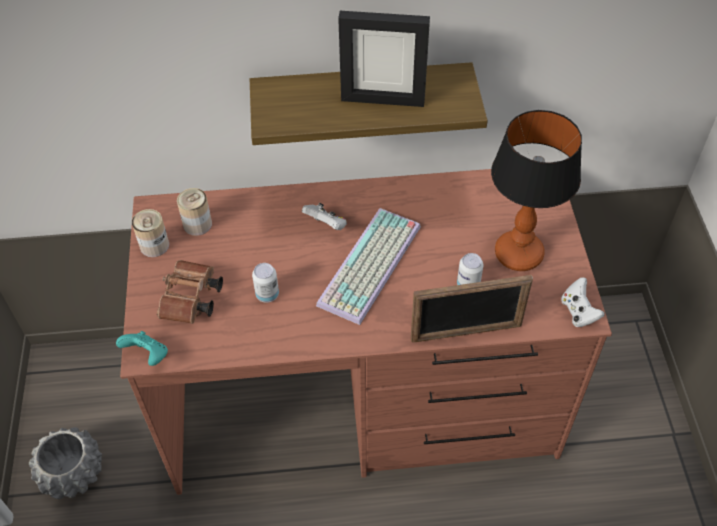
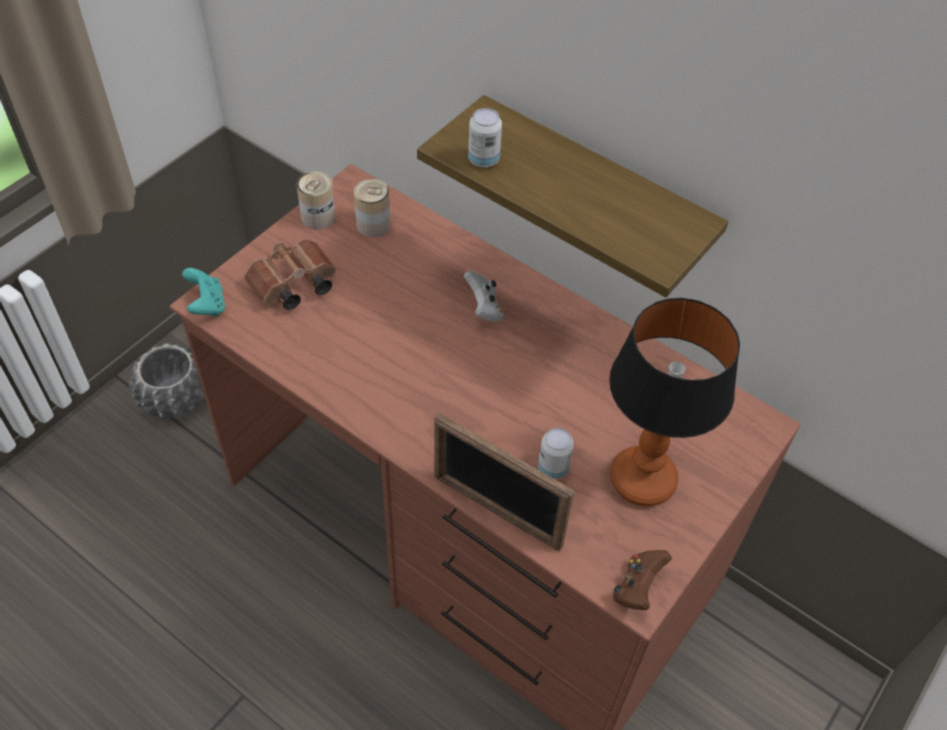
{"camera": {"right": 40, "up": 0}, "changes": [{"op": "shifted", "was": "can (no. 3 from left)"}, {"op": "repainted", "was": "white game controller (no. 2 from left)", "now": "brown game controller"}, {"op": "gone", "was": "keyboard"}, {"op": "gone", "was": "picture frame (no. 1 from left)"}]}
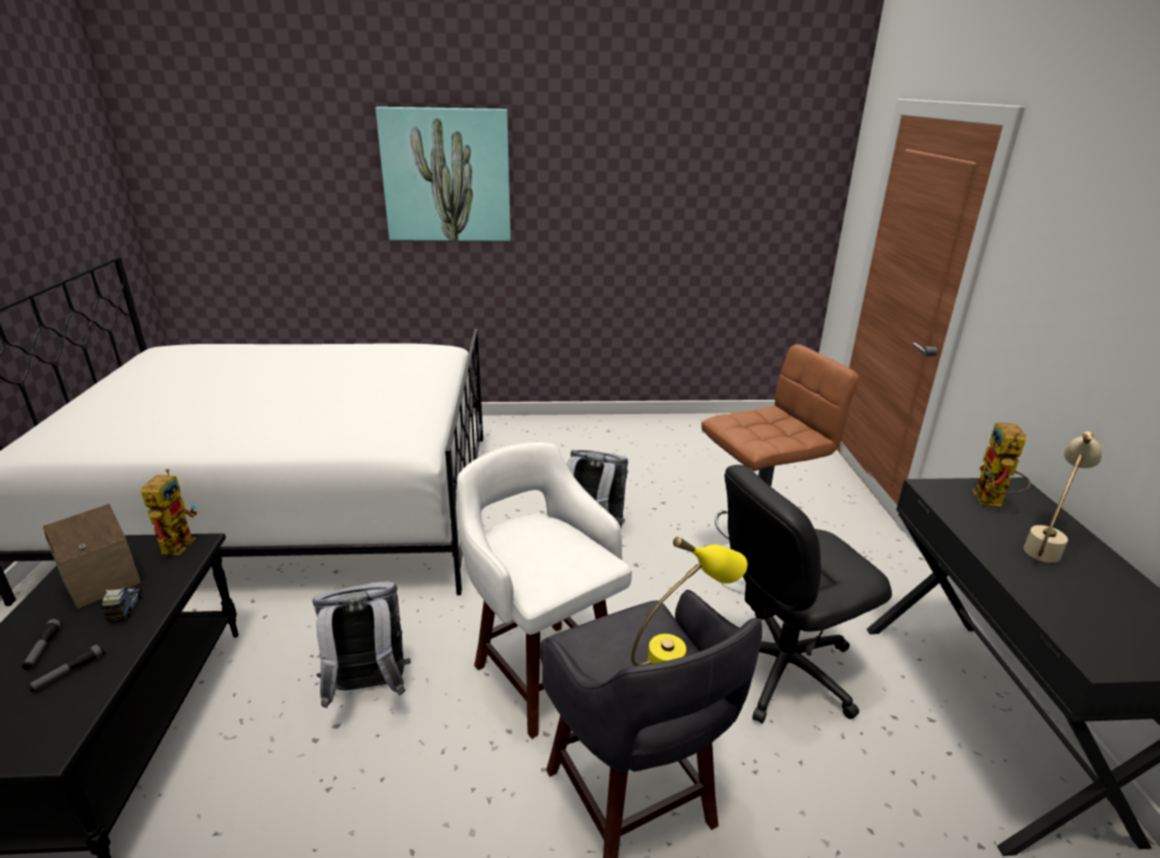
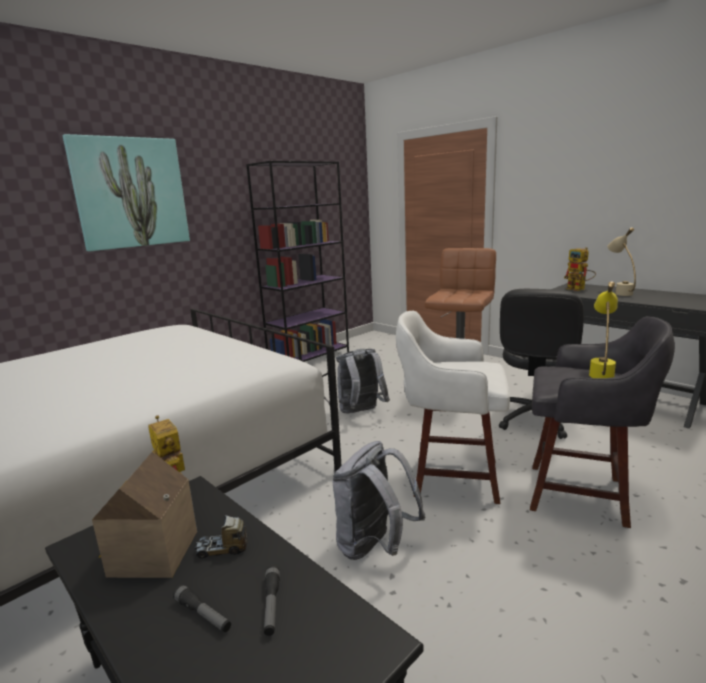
{"camera": {"right": -40, "up": -10}, "changes": [{"op": "rotated", "was": "toy truck", "clockwise": -45}, {"op": "new", "now": "purple bookcase"}]}
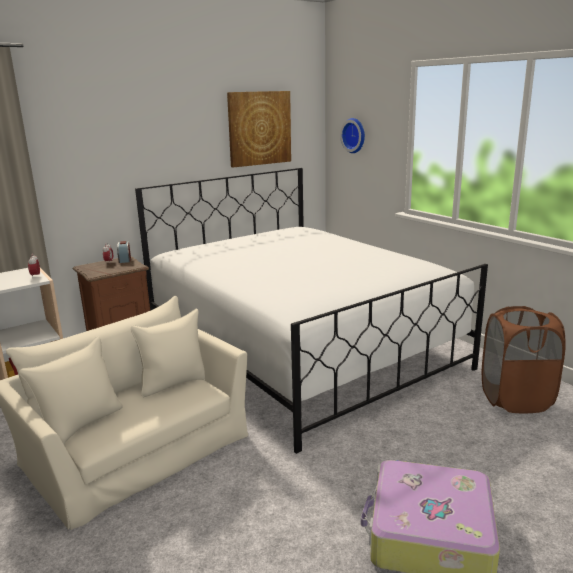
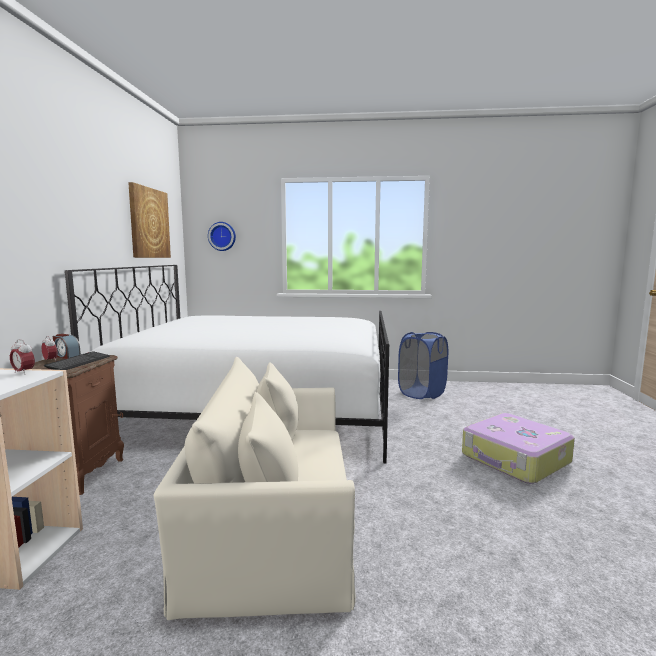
{"camera": {"right": -50, "up": -10}, "changes": [{"op": "new", "now": "keyboard"}, {"op": "repainted", "was": "brown laundry basket", "now": "blue laundry basket"}]}
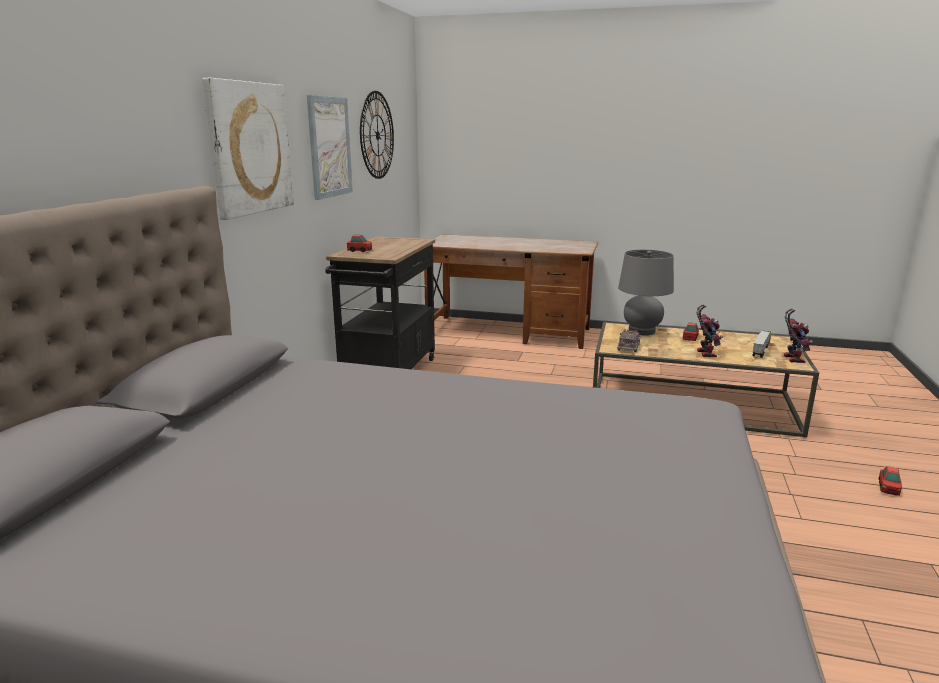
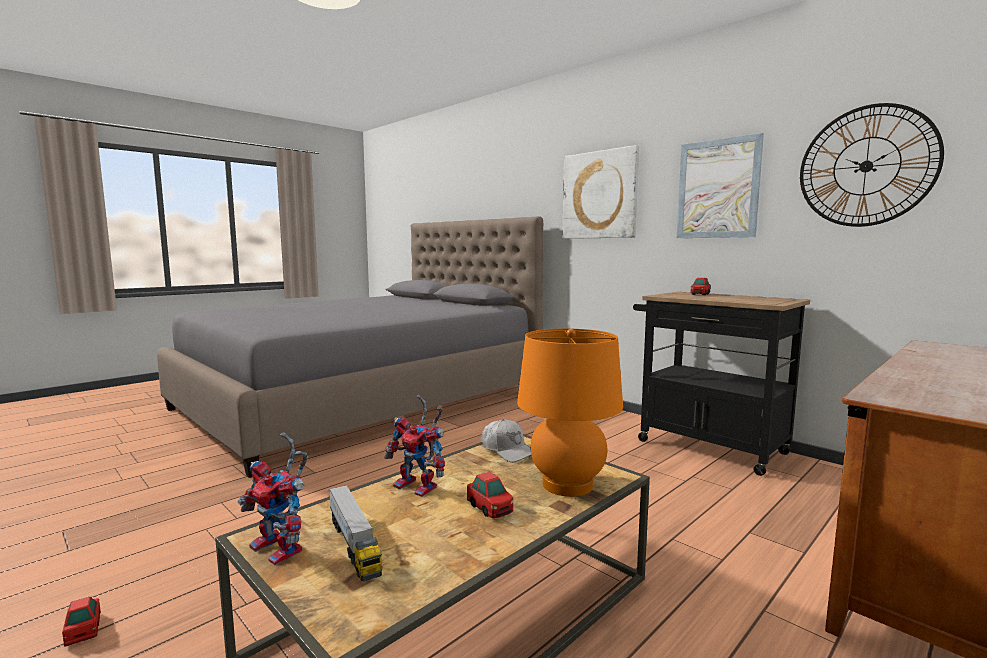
{"camera": {"right": 120, "up": -10}, "changes": [{"op": "swapped", "was": "toy truck (no. 1 from left)", "now": "white cap"}, {"op": "repainted", "was": "grey table lamp", "now": "orange table lamp"}]}
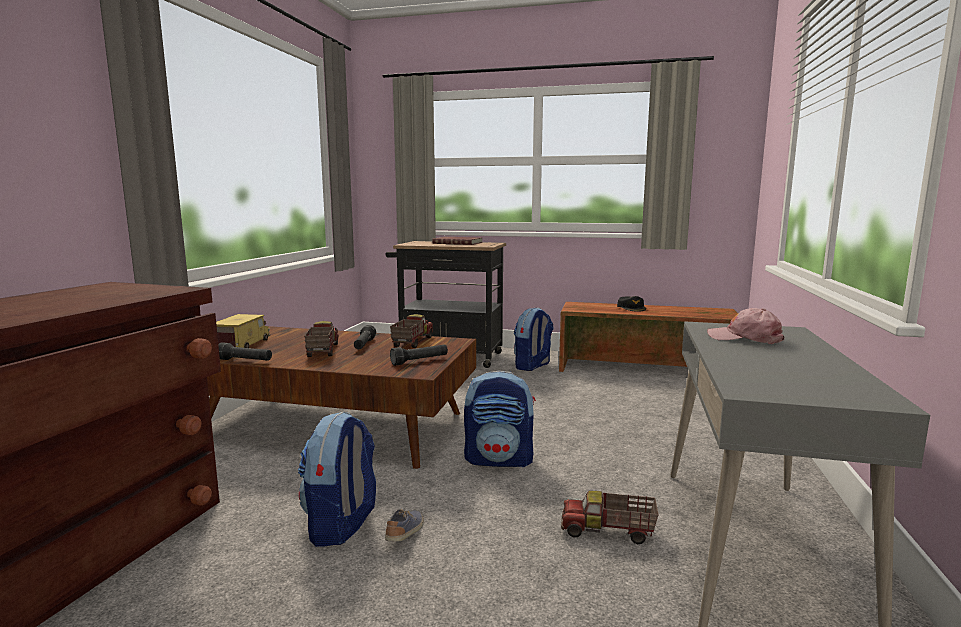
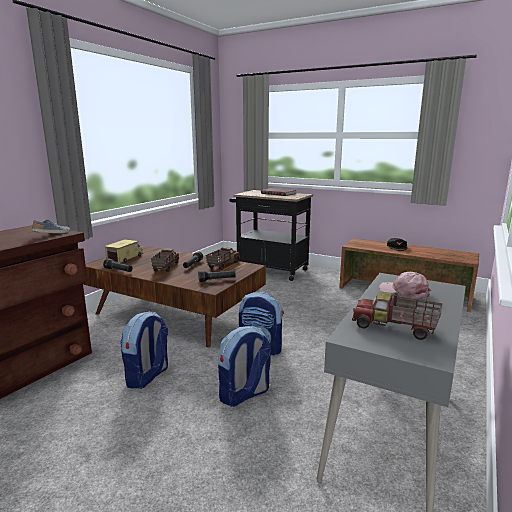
{"camera": {"right": 15, "up": 5}, "changes": [{"op": "shifted", "was": "shoe"}, {"op": "shifted", "was": "backpack (no. 3 from left in the first image)", "now": "backpack (no. 2 from left)"}, {"op": "shifted", "was": "toy truck (no. 4 from left)"}]}
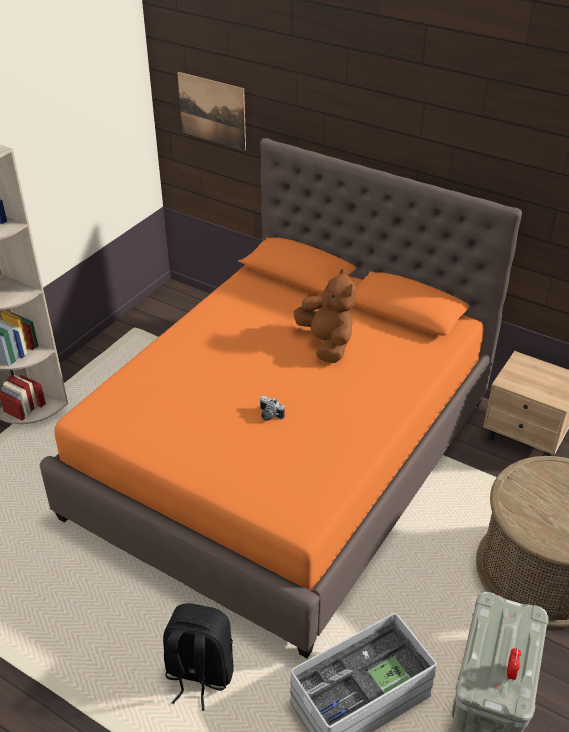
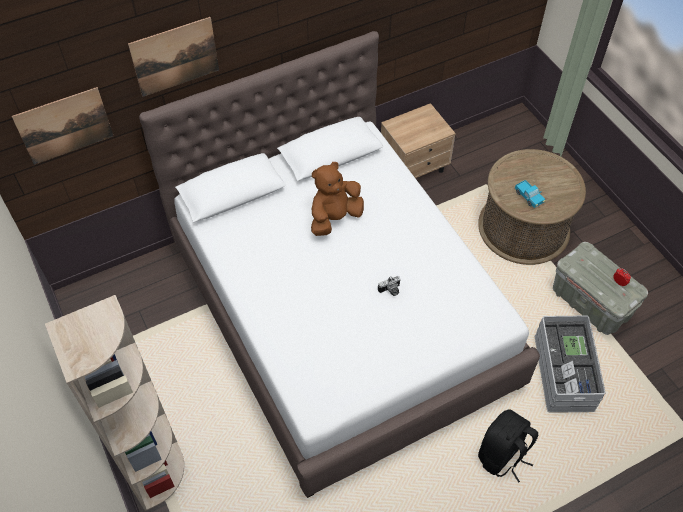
{"camera": {"right": -60, "up": 15}, "changes": [{"op": "new", "now": "picture (no. 2 from left)"}, {"op": "repainted", "was": "orange bed", "now": "white bed"}, {"op": "rotated", "was": "brown plush toy", "clockwise": -45}, {"op": "new", "now": "toy truck"}]}
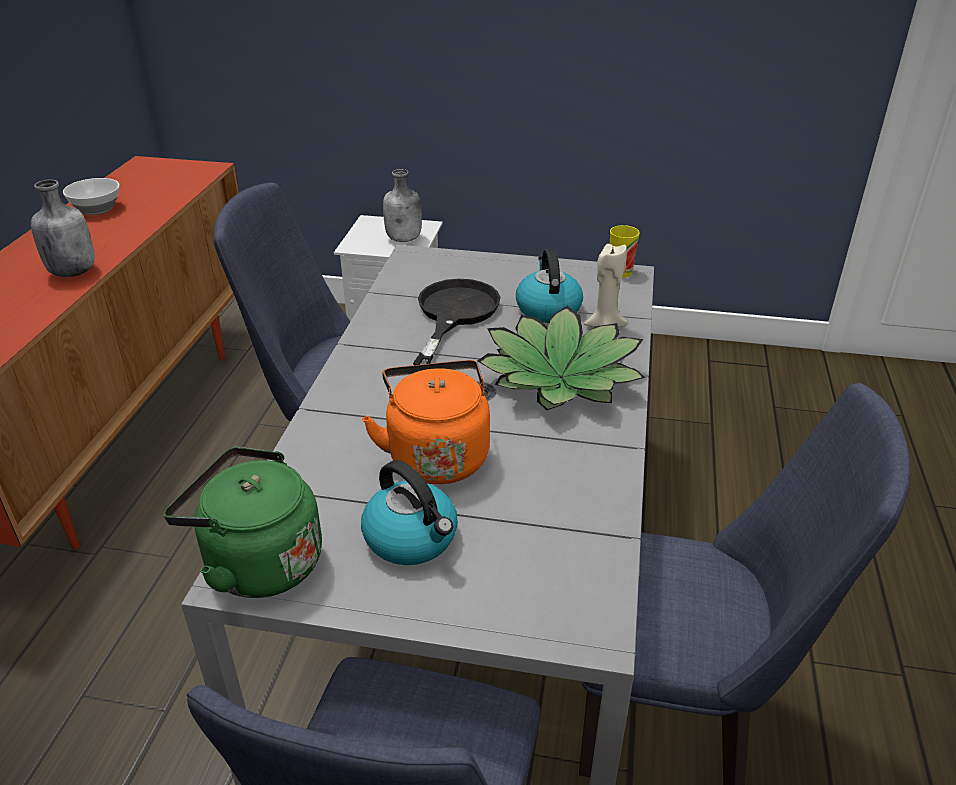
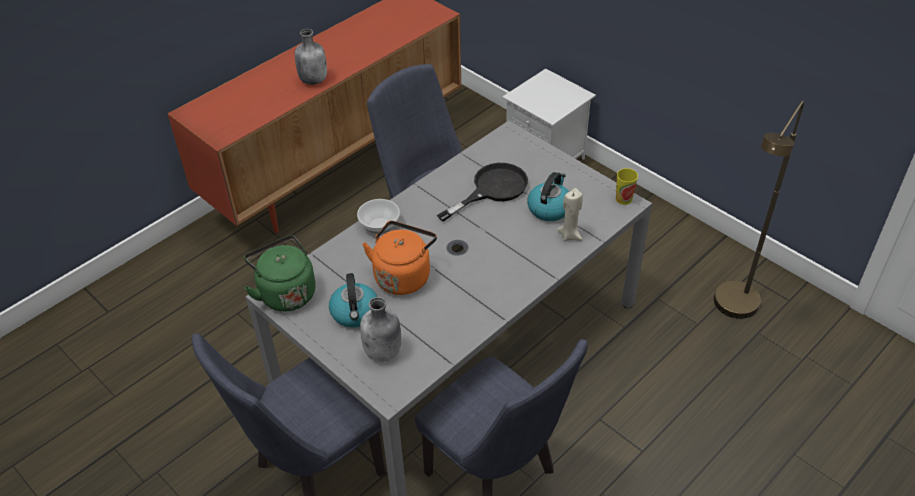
{"camera": {"right": 35, "up": 10}, "changes": [{"op": "shifted", "was": "bowl"}, {"op": "shifted", "was": "grey bottle (no. 2 from left)"}, {"op": "new", "now": "brown floor lamp"}, {"op": "gone", "was": "potted plant"}]}
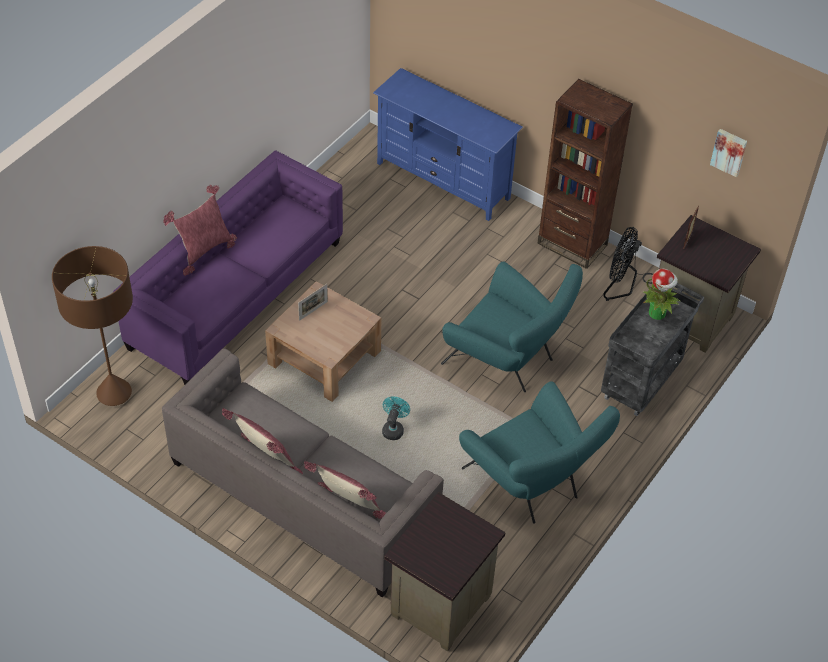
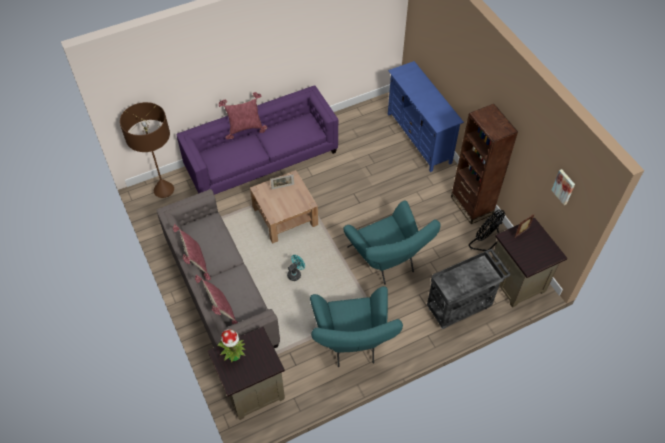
{"camera": {"right": 30, "up": 5}, "changes": [{"op": "shifted", "was": "potted plant"}]}
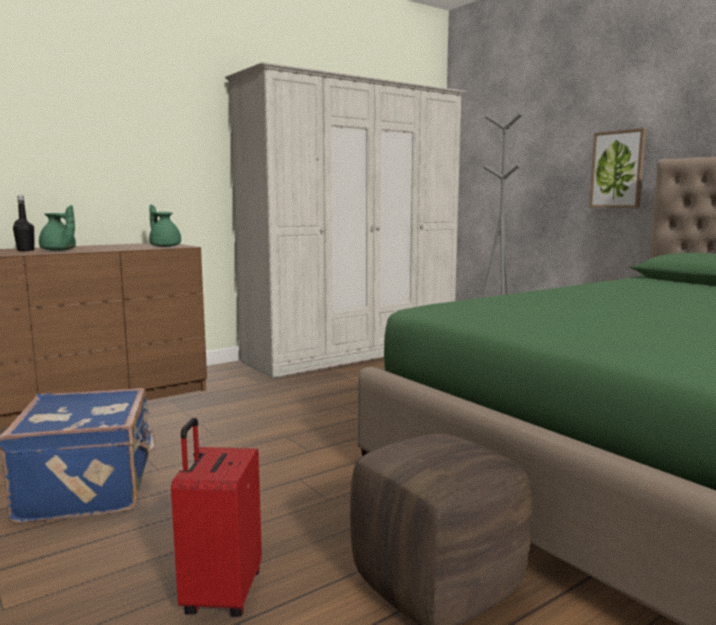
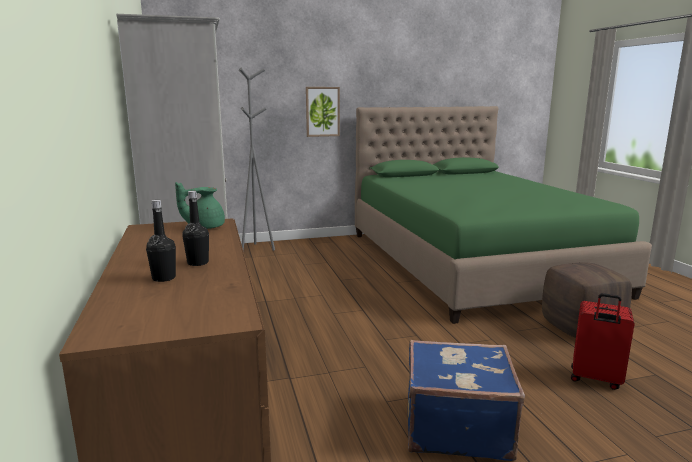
{"camera": {"right": -70, "up": 5}, "changes": [{"op": "swapped", "was": "green teapot (no. 1 from left)", "now": "black bottle (no. 2 from left)"}]}
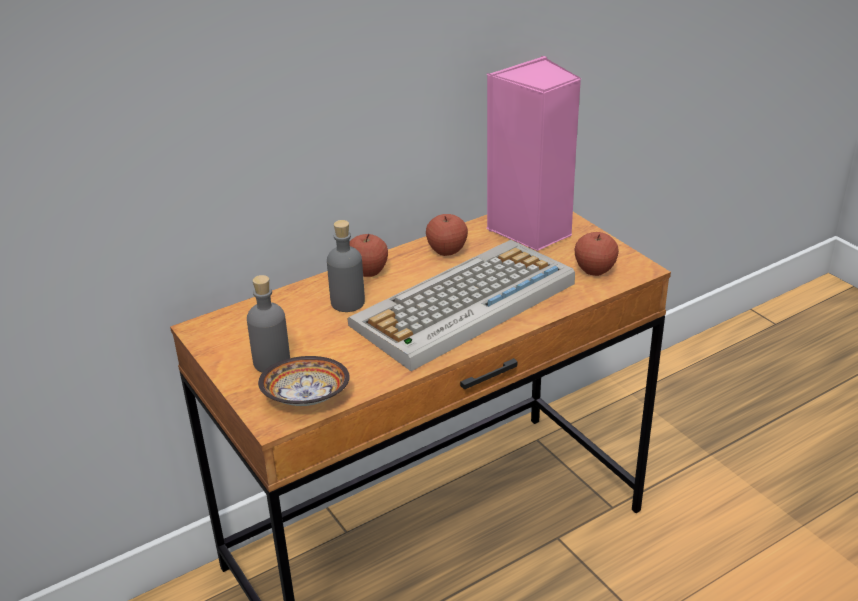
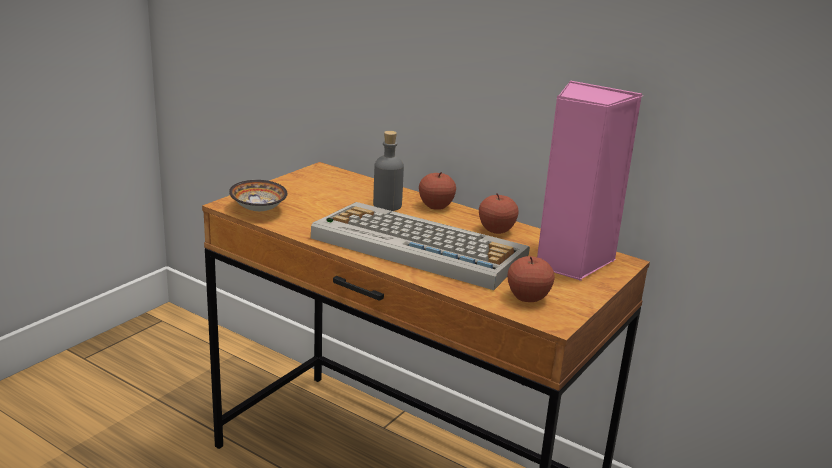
{"camera": {"right": 65, "up": -10}, "changes": [{"op": "gone", "was": "grey bottle (no. 1 from left)"}]}
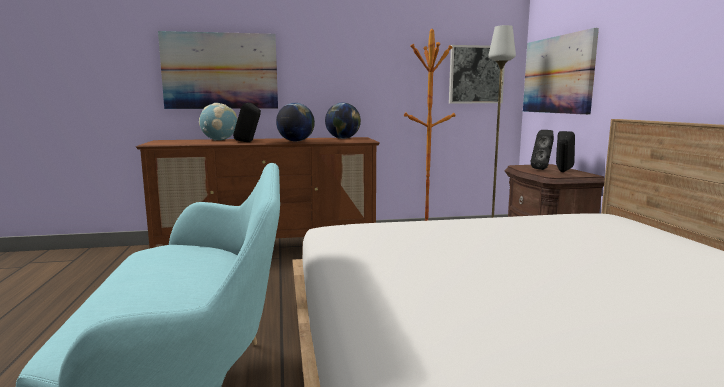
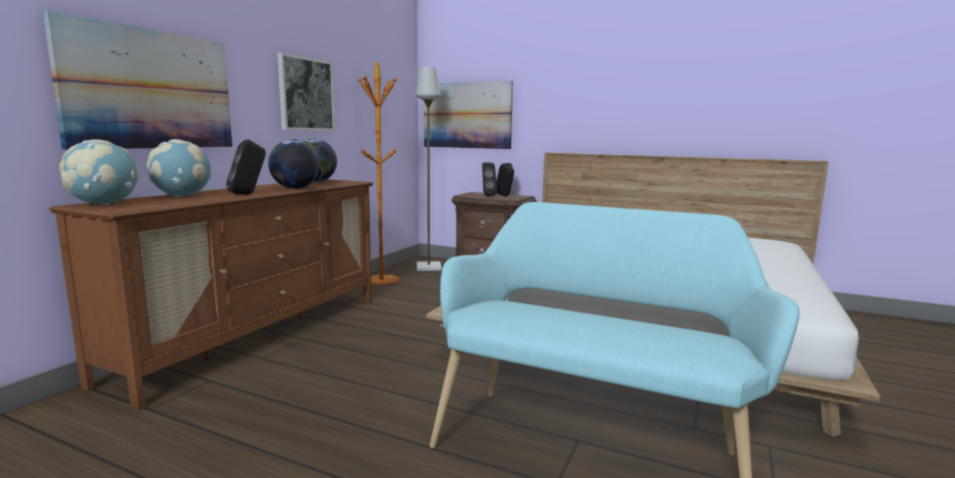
{"camera": {"right": -55, "up": 0}, "changes": [{"op": "new", "now": "globe (no. 1 from left)"}, {"op": "shifted", "was": "picture (no. 2 from left)"}]}
